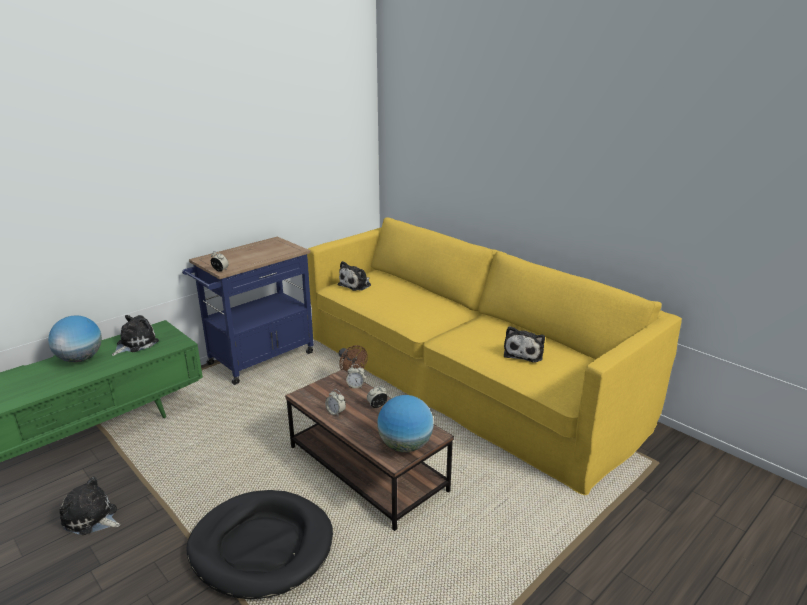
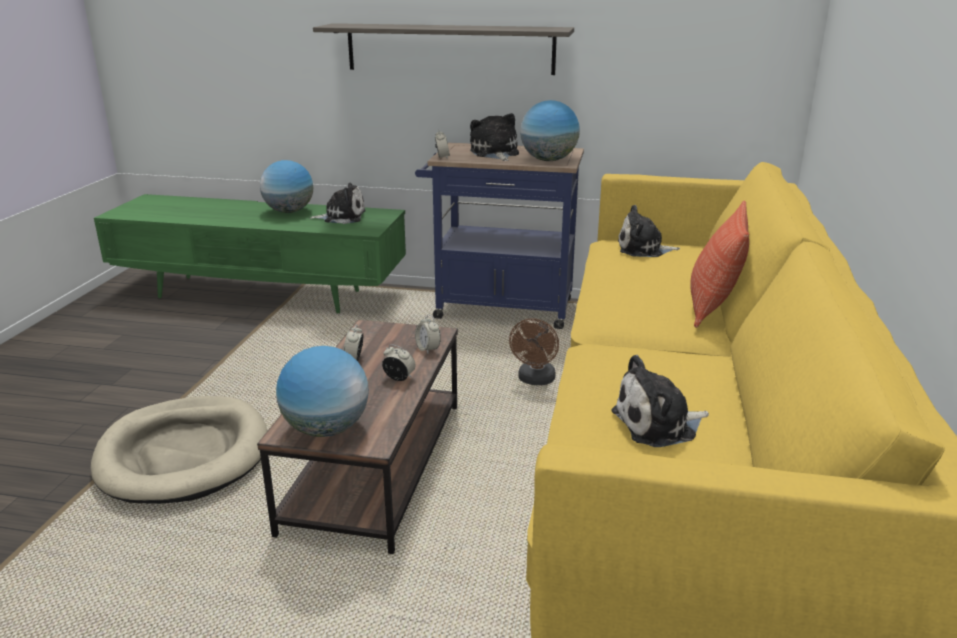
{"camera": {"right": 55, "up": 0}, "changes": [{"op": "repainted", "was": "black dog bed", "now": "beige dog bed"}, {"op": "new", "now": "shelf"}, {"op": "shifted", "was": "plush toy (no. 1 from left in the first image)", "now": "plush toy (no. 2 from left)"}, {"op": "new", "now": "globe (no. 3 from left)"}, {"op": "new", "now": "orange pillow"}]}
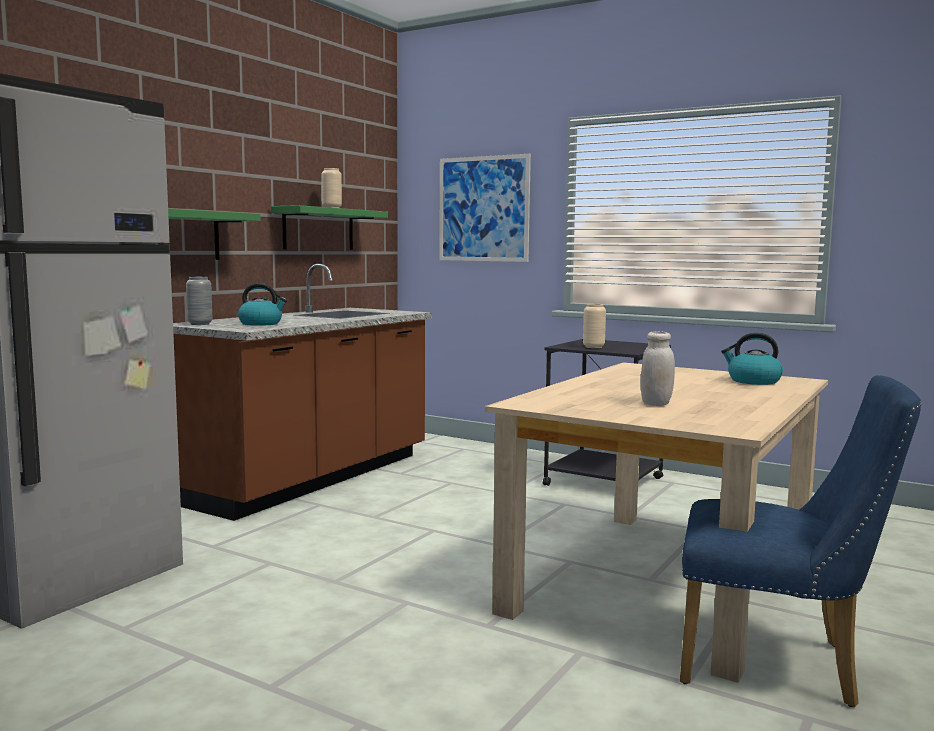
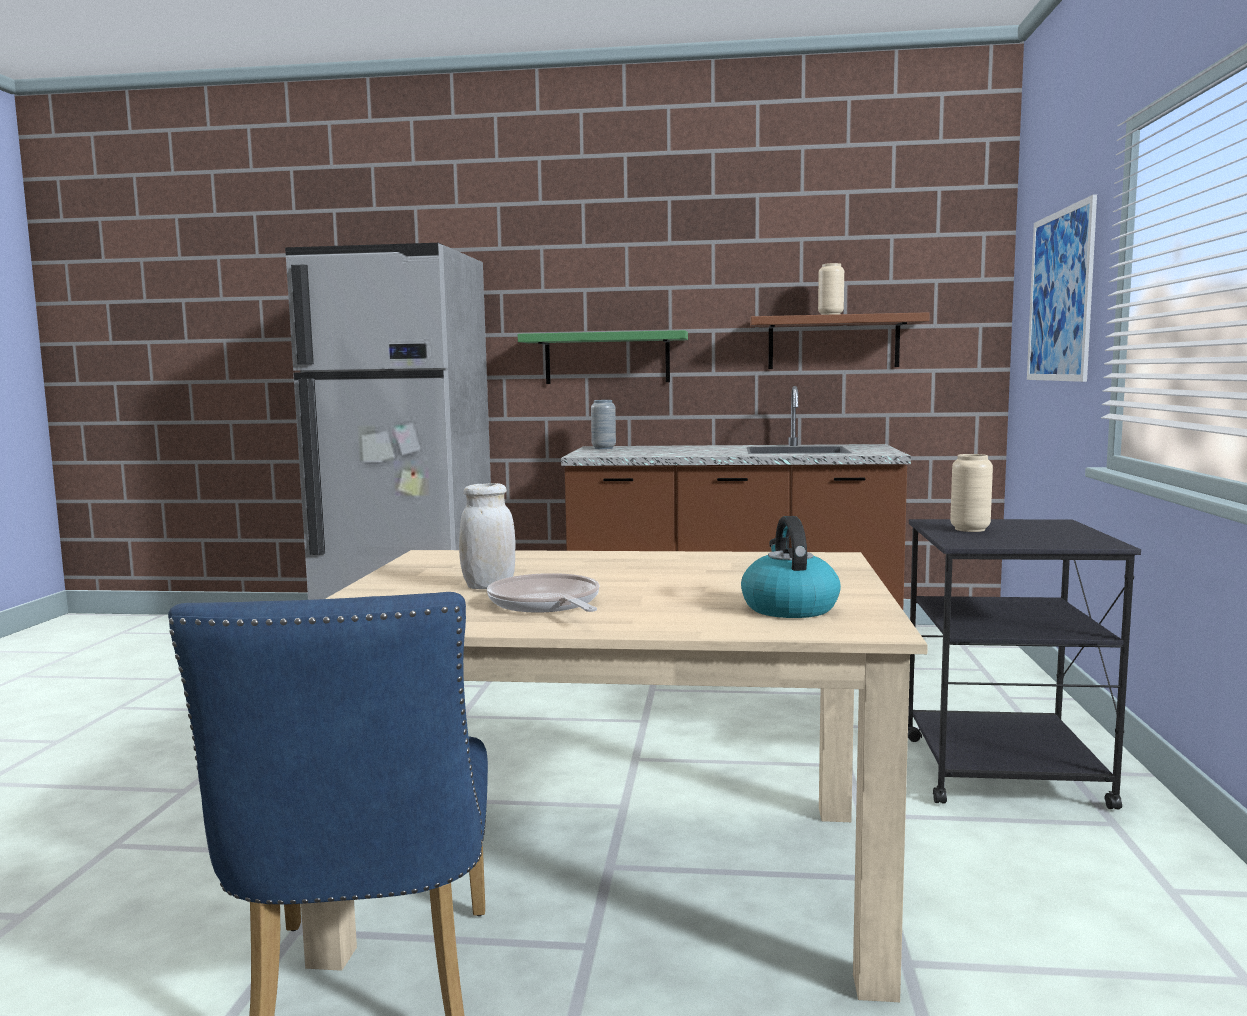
{"camera": {"right": 65, "up": 0}, "changes": [{"op": "new", "now": "frying pan"}, {"op": "repainted", "was": "green shelf (no. 2 from left)", "now": "brown shelf"}, {"op": "gone", "was": "kettle (no. 1 from left)"}]}
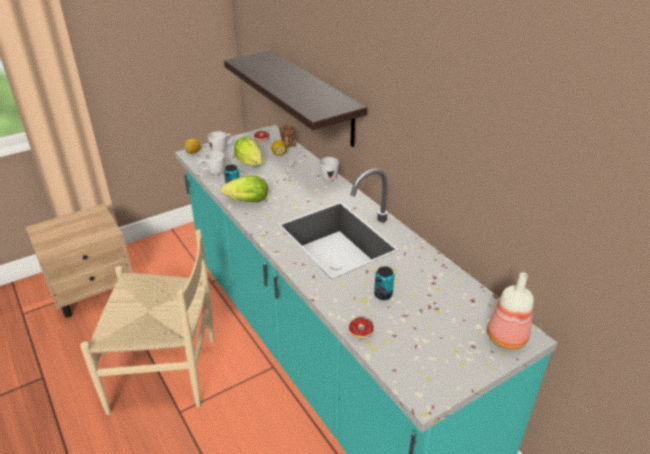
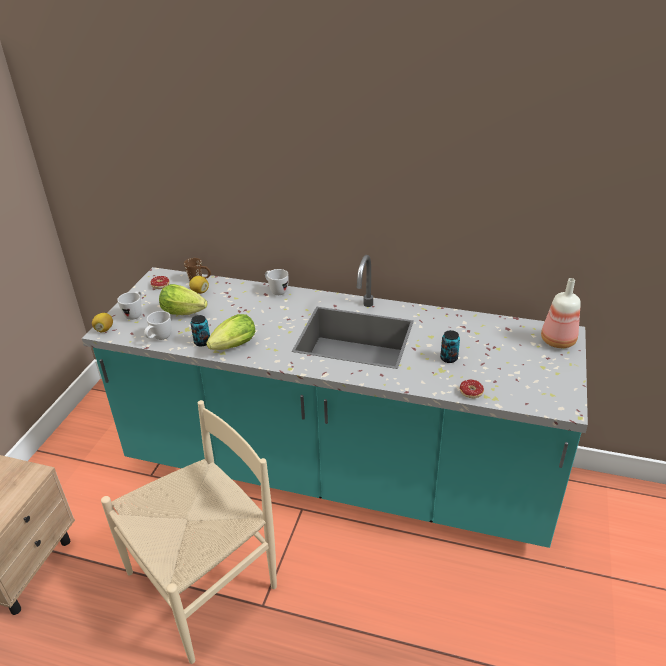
{"camera": {"right": -40, "up": 0}, "changes": [{"op": "gone", "was": "shelf"}]}
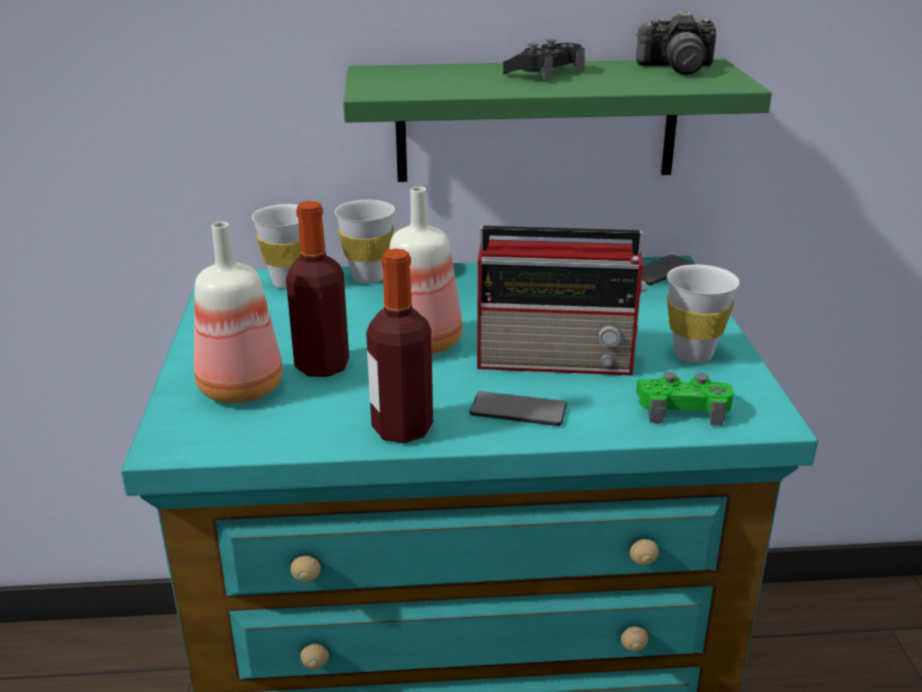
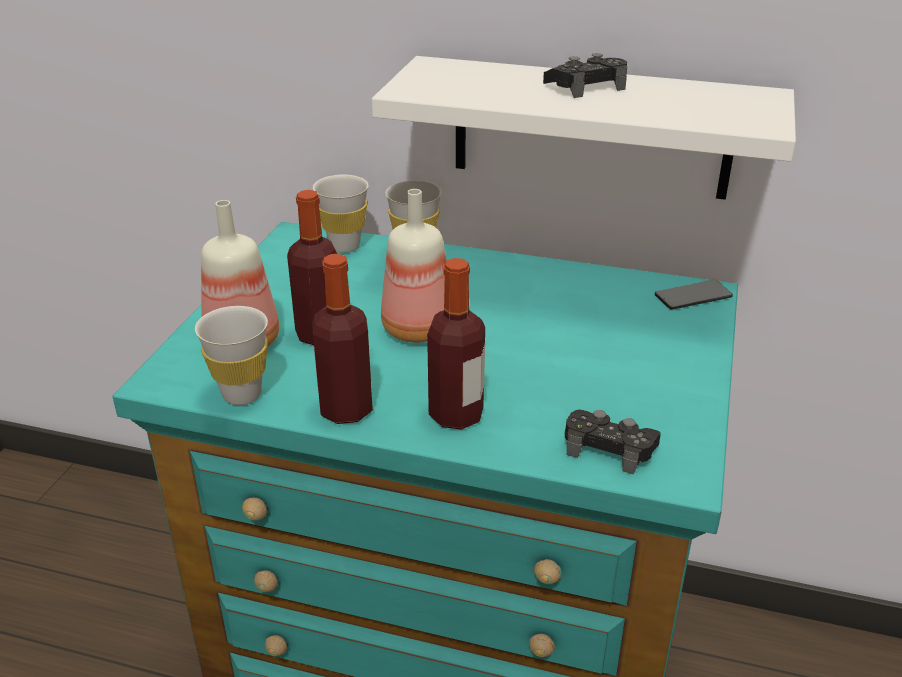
{"camera": {"right": 20, "up": 5}, "changes": [{"op": "shifted", "was": "white cup (no. 3 from left in the first image)", "now": "white cup (no. 1 from left)"}, {"op": "repainted", "was": "green shelf", "now": "white shelf"}, {"op": "swapped", "was": "phone (no. 1 from left)", "now": "bottle (no. 5 from left)"}, {"op": "repainted", "was": "green game controller", "now": "black game controller (no. 2 from left)"}, {"op": "gone", "was": "radio"}, {"op": "gone", "was": "photo camera"}]}
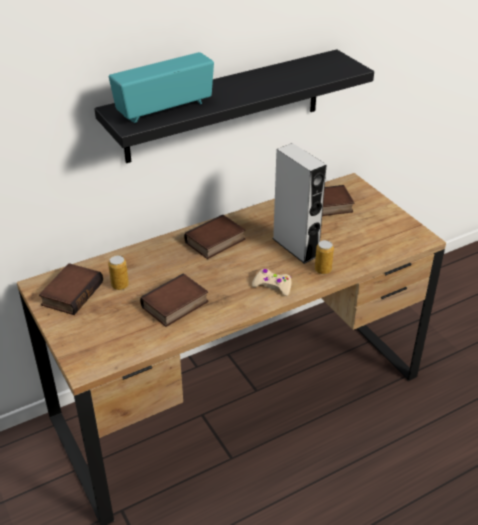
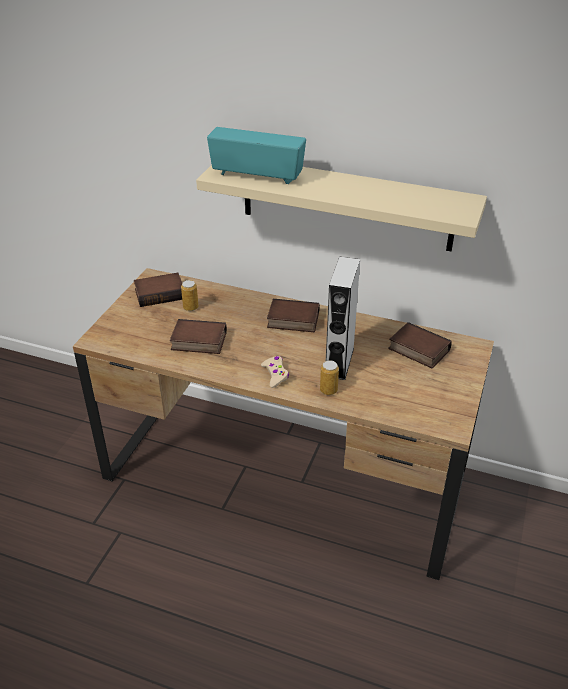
{"camera": {"right": 50, "up": 0}, "changes": [{"op": "repainted", "was": "black shelf", "now": "beige shelf"}]}
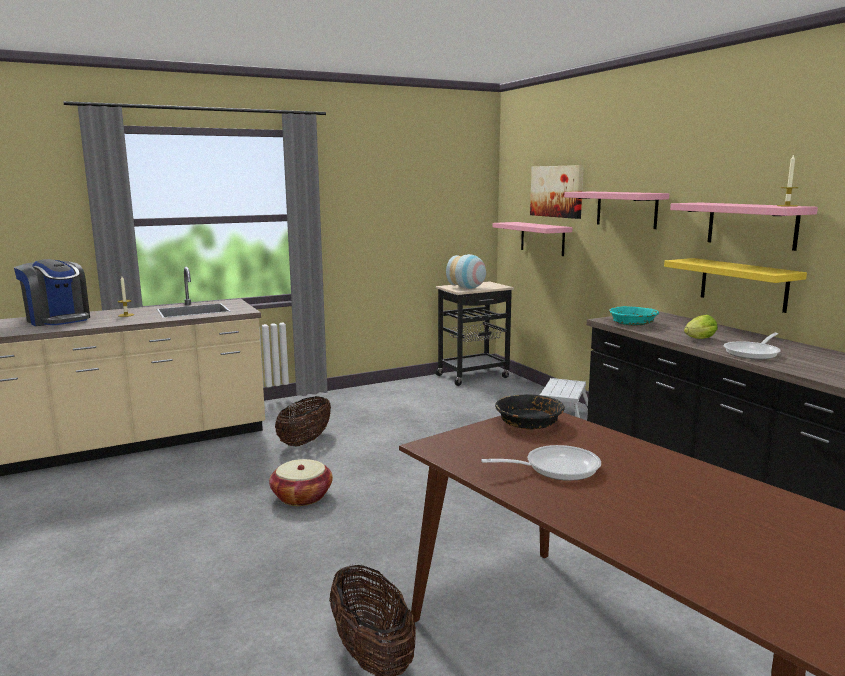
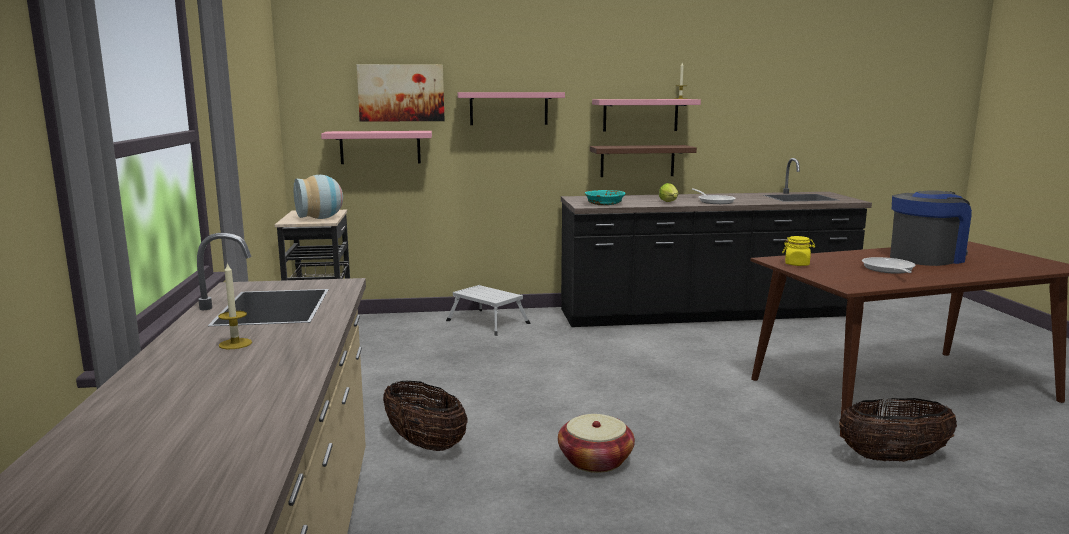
{"camera": {"right": -70, "up": 0}, "changes": [{"op": "repainted", "was": "yellow shelf", "now": "brown shelf"}, {"op": "swapped", "was": "black bowl", "now": "yellow jar"}, {"op": "shifted", "was": "coffee machine"}]}
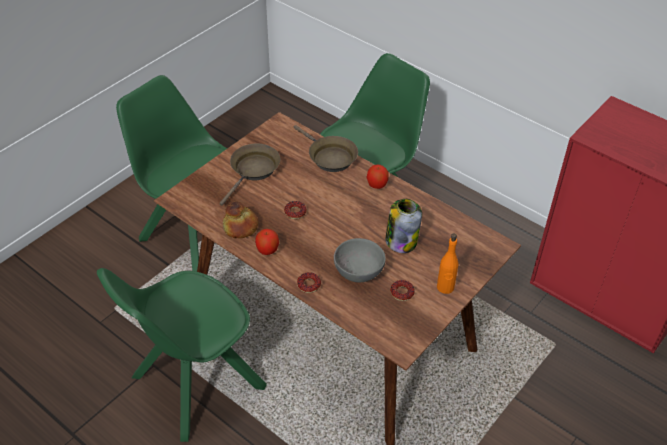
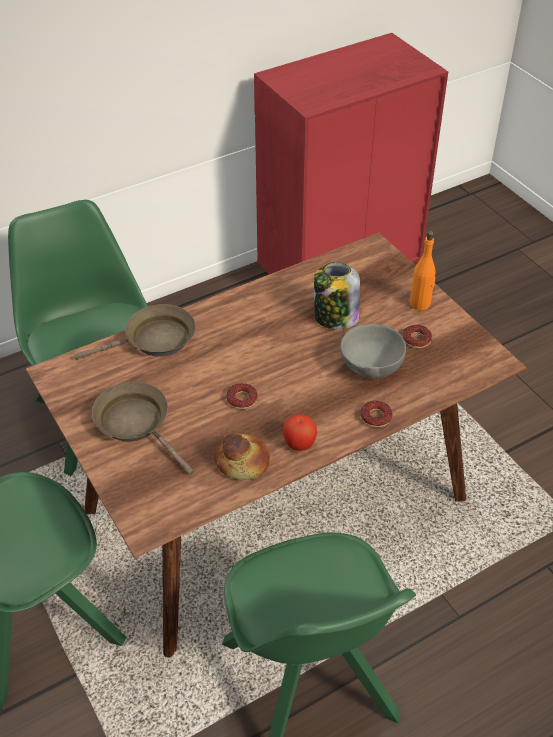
{"camera": {"right": -70, "up": 0}, "changes": [{"op": "gone", "was": "apple (no. 2 from left)"}]}
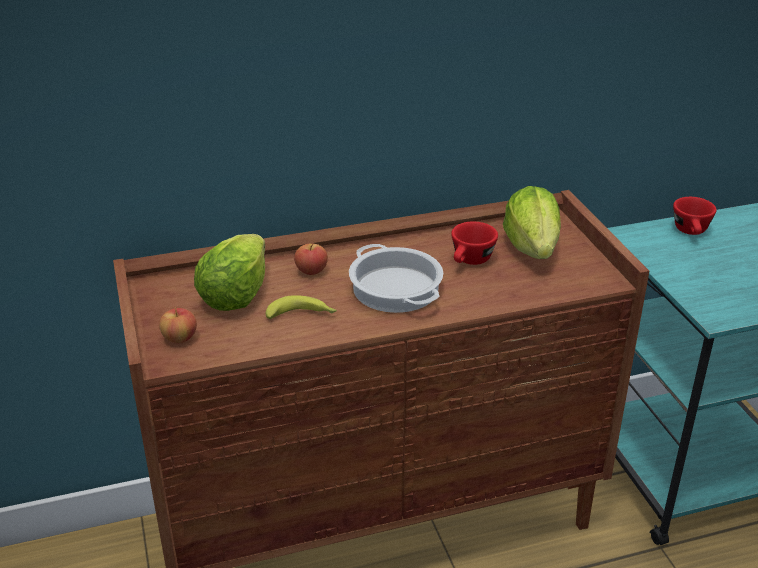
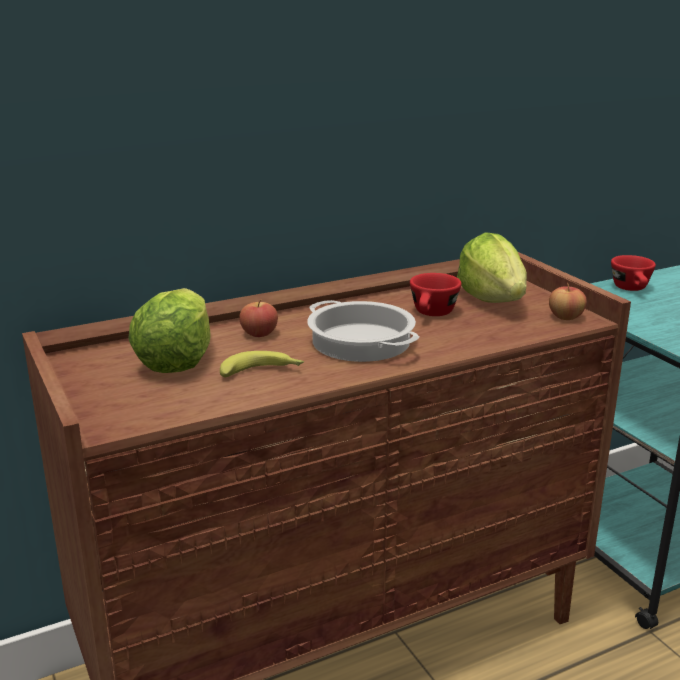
{"camera": {"right": -10, "up": -10}, "changes": [{"op": "shifted", "was": "apple (no. 1 from left in the first image)", "now": "apple (no. 2 from left)"}]}
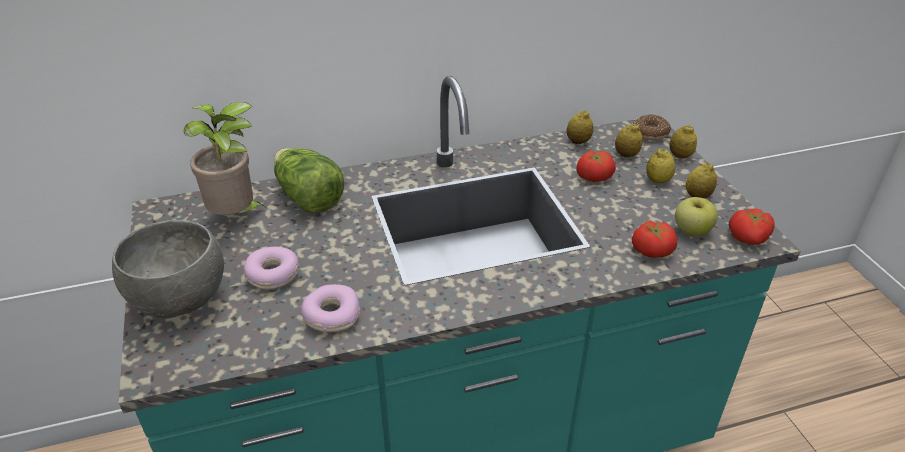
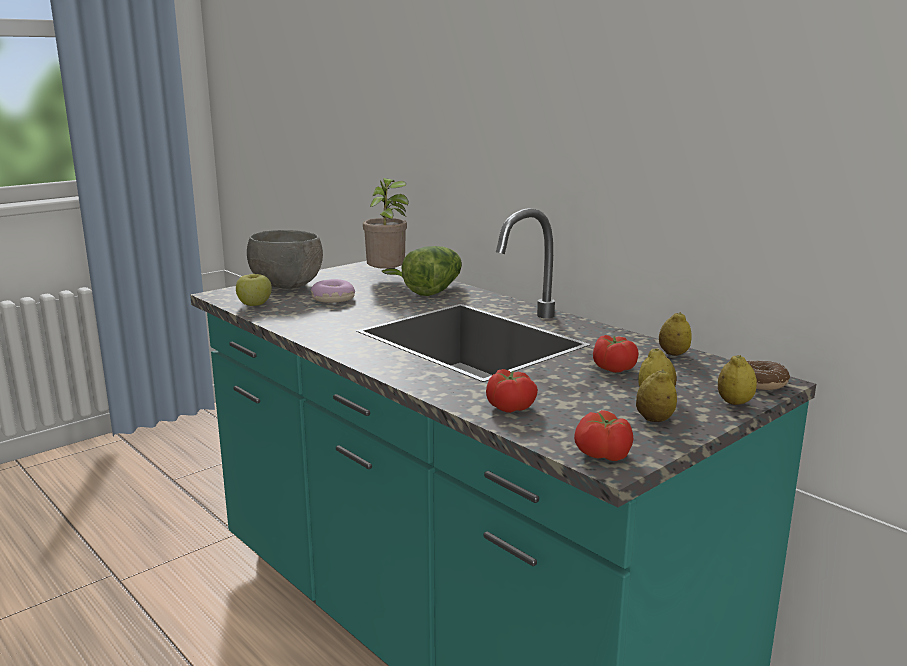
{"camera": {"right": 65, "up": -20}, "changes": [{"op": "shifted", "was": "apple"}, {"op": "gone", "was": "donut (no. 2 from left)"}, {"op": "gone", "was": "lemon (no. 2 from left)"}]}
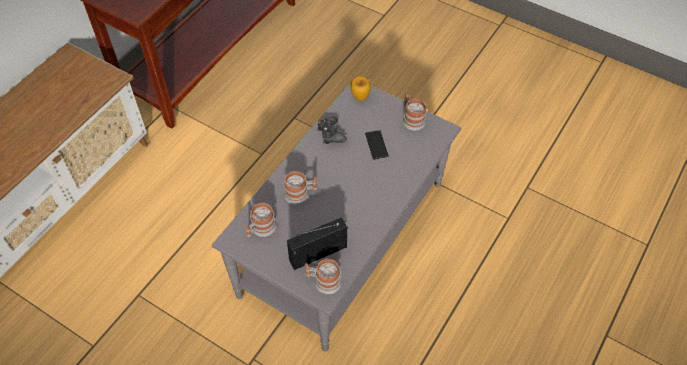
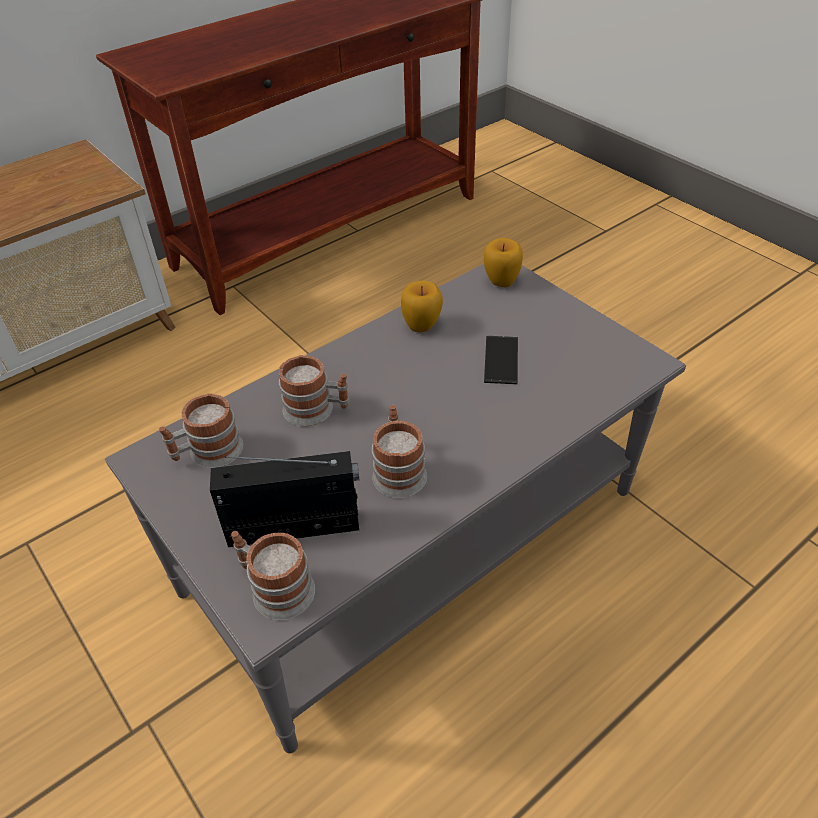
{"camera": {"right": 20, "up": -10}, "changes": [{"op": "shifted", "was": "mug (no. 4 from left)"}, {"op": "swapped", "was": "black game controller", "now": "apple (no. 1 from left)"}]}
